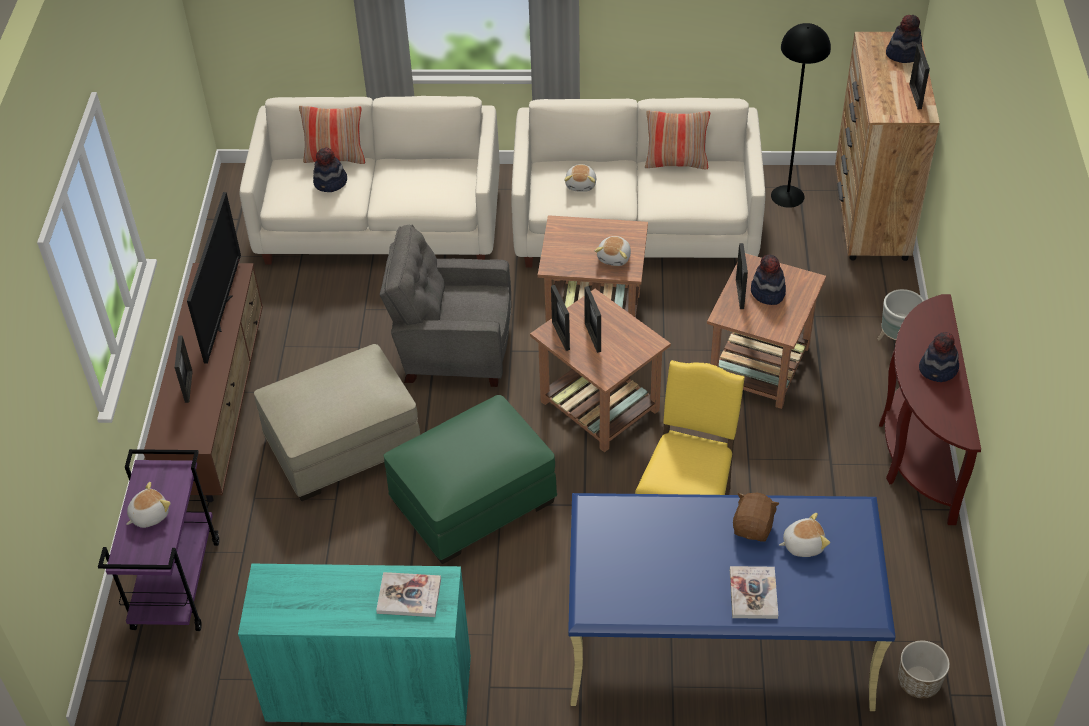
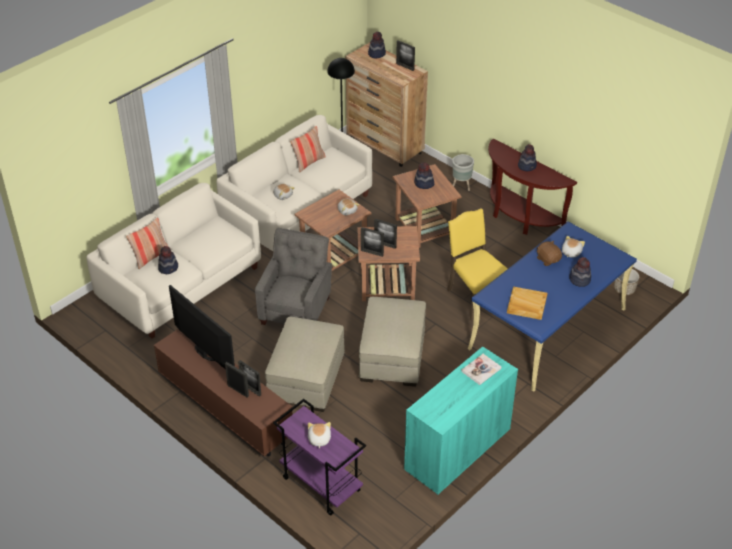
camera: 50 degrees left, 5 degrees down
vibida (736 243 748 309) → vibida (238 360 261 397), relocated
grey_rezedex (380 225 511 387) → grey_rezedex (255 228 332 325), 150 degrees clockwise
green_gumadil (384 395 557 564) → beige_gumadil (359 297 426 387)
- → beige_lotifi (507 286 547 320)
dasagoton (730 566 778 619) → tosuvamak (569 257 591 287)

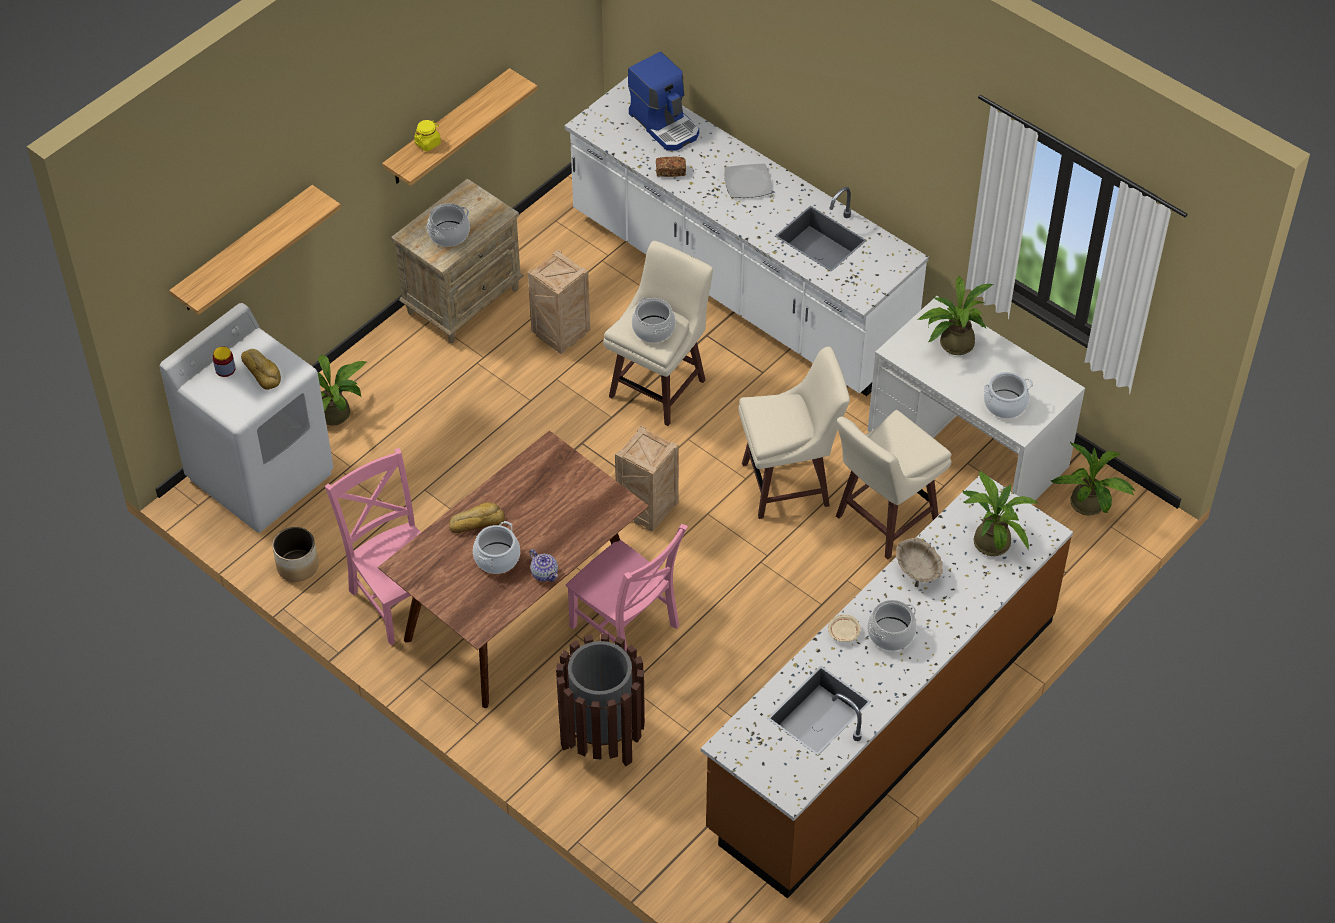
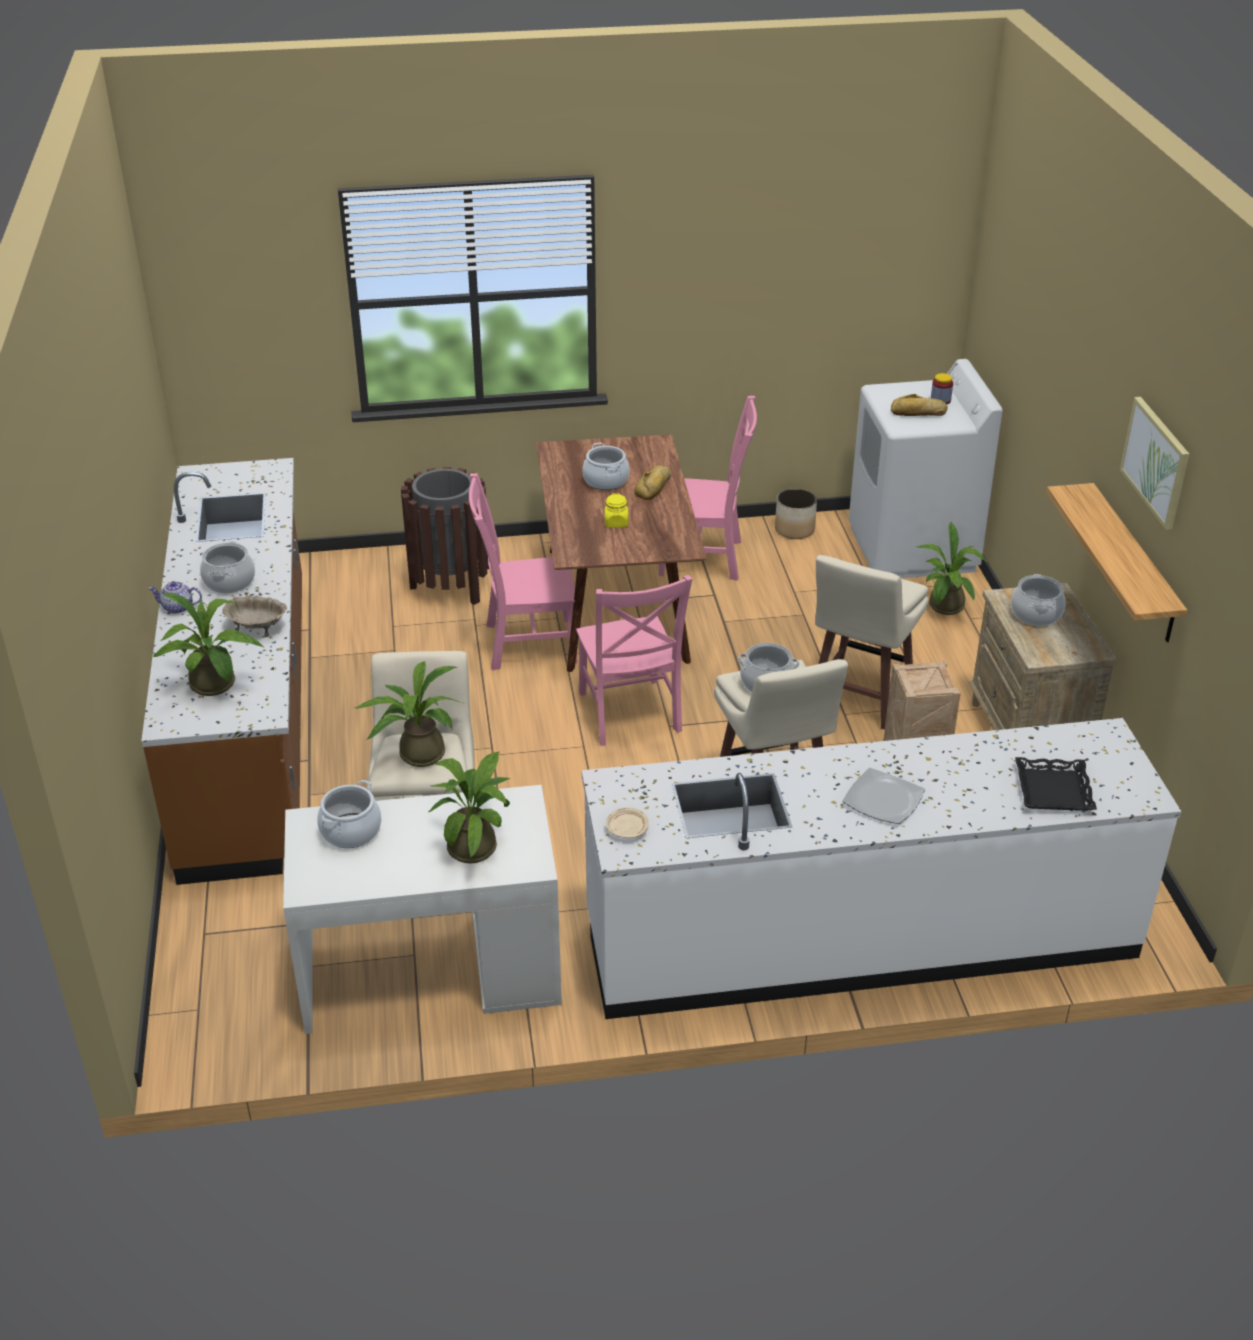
camera: 130 degrees right, 15 degrees down
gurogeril (529 549 558 582) → gurogeril (148 581 202 614), relocated
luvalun (1050 442 1136 516) → luvalun (355 661 462 767), relocated
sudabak (615 425 679 532) → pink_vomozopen (576 575 692 746)
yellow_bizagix (414 120 441 151) → yellow_bizagix (605 493 628 527), relocated
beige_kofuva (828 615 861 642) → beige_kofuva (606 808 649 838), relocated
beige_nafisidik (739 347 850 519) → beige_nafisidik (815 555 929 730), relocated
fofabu (628 52 699 151) → black_lotifi (1015 757 1097 811)
- → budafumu (1120 397 1189 530)
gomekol (169 185 341 315) → -
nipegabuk (656 156 686 177) → -

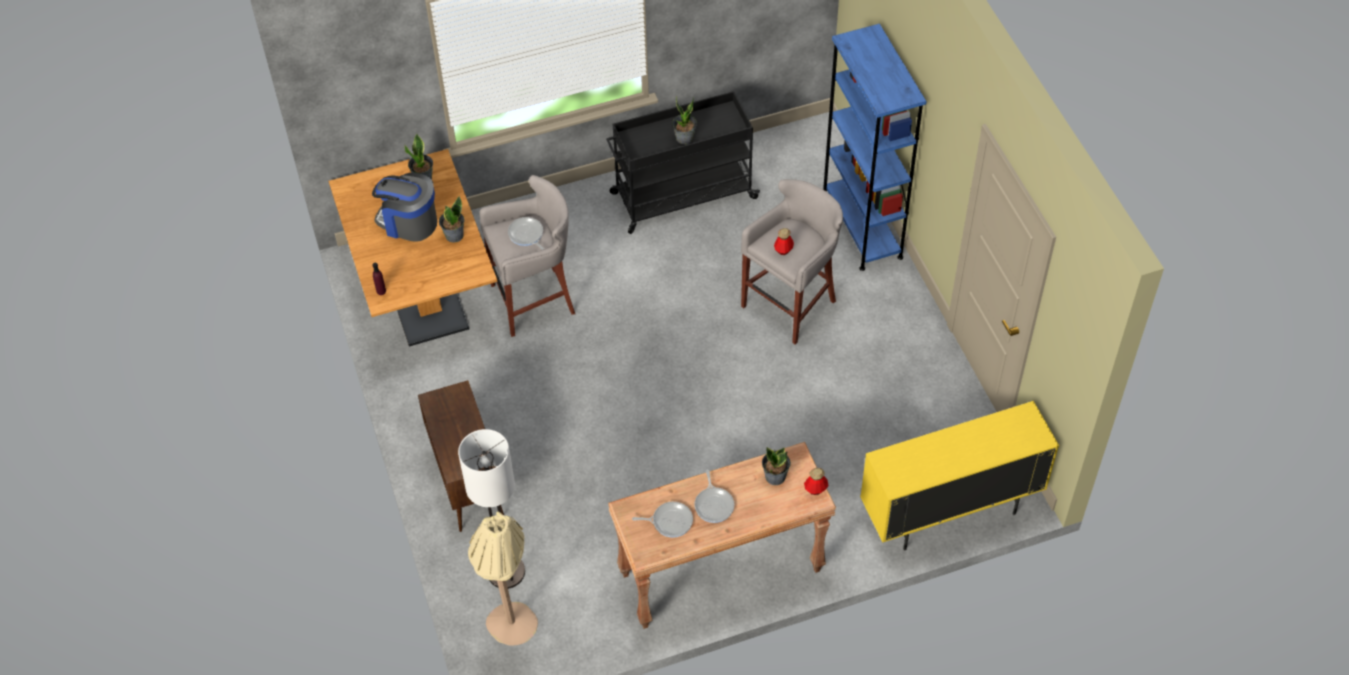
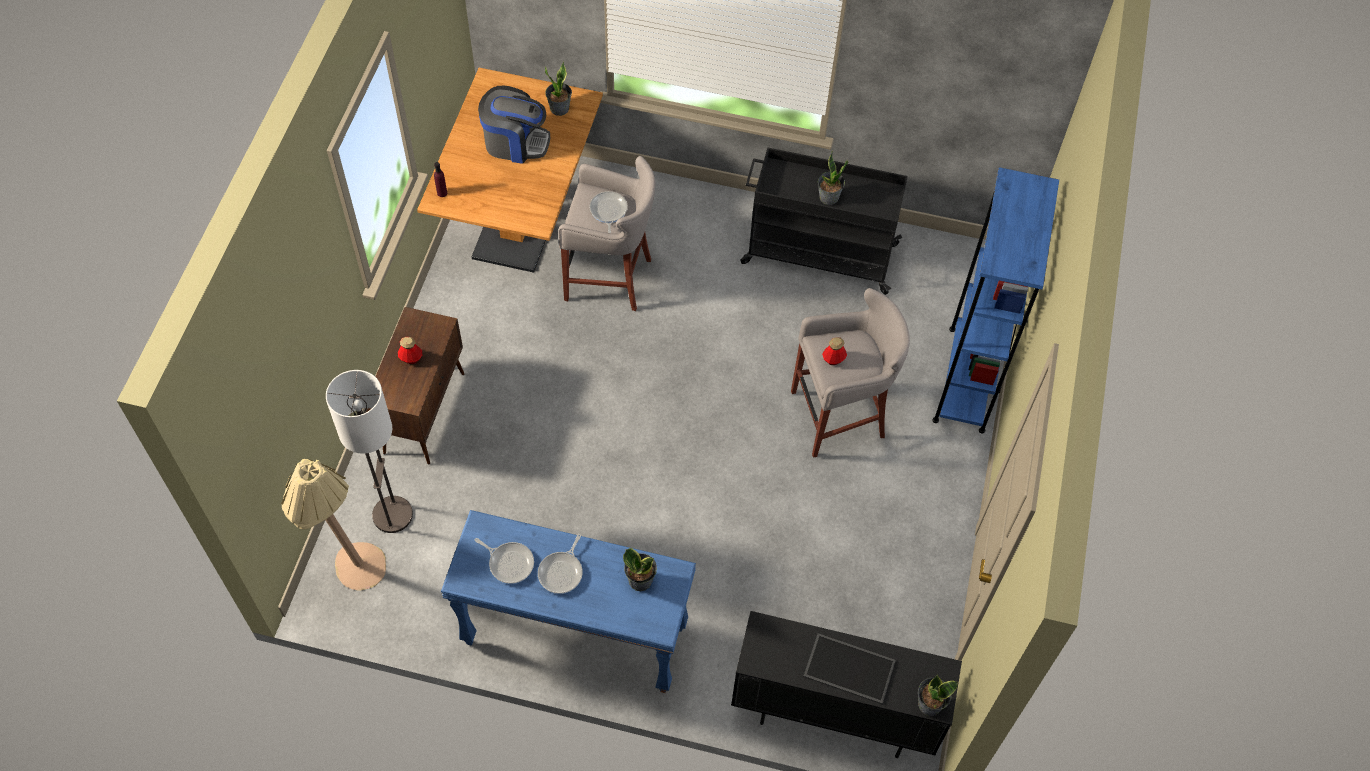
camera: 30 degrees right, 5 degrees up
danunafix (804 468 829 495) → danunafix (398 337 422 364), relocated
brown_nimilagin (608 442 836 629) → blue_nimilagin (441 510 696 693)
fofabu (372 173 437 242) → fofabu (478 86 550 164), 135 degrees clockwise
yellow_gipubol (860 401 1059 550) → black_gipubol (731 611 962 758)
- → lotifi (803 633 896 704)
luvalun (439 196 464 243) → luvalun (918 675 958 716), relocated

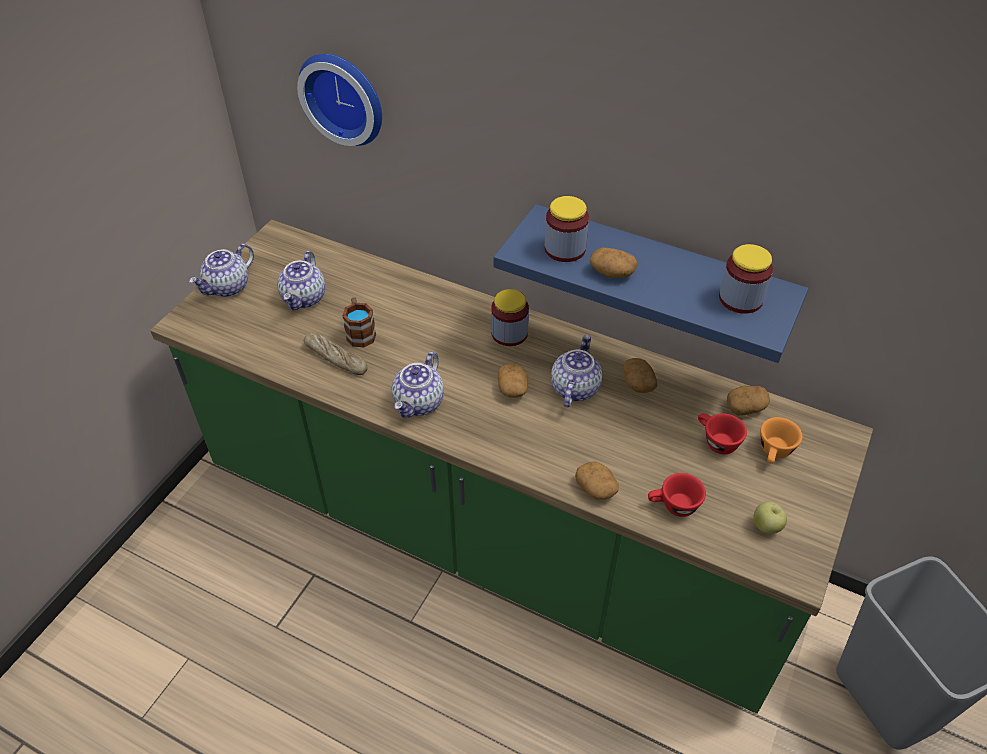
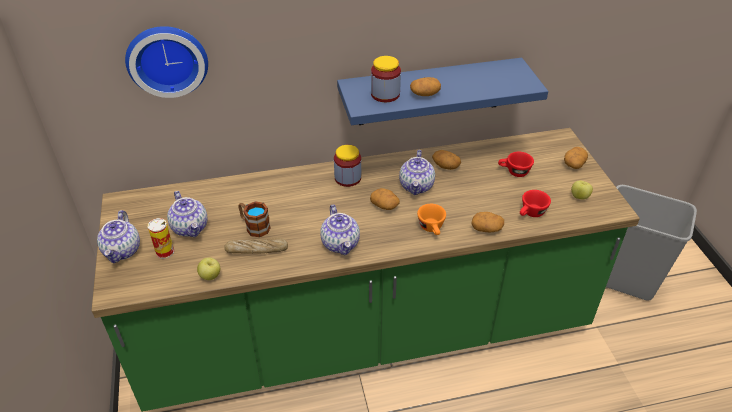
camera: 40 degrees left, 5 degrees down
- → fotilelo (148 218 174 259)
- → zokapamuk (197 258 220 280)
gurogeril (551 335 602 407) → gurogeril (399 150 435 195), 150 degrees counterclockwise
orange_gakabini (760 417 803 464) → orange_gakabini (417 204 446 235), relocated
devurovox (727 386 770 416) → devurovox (564 147 588 169), relocated
bizagix (719 244 773 314) → -

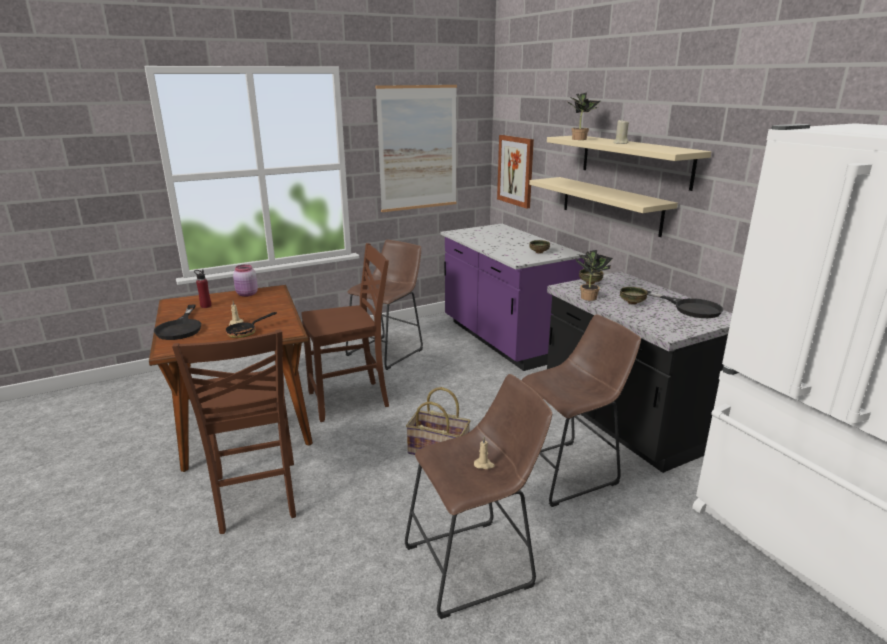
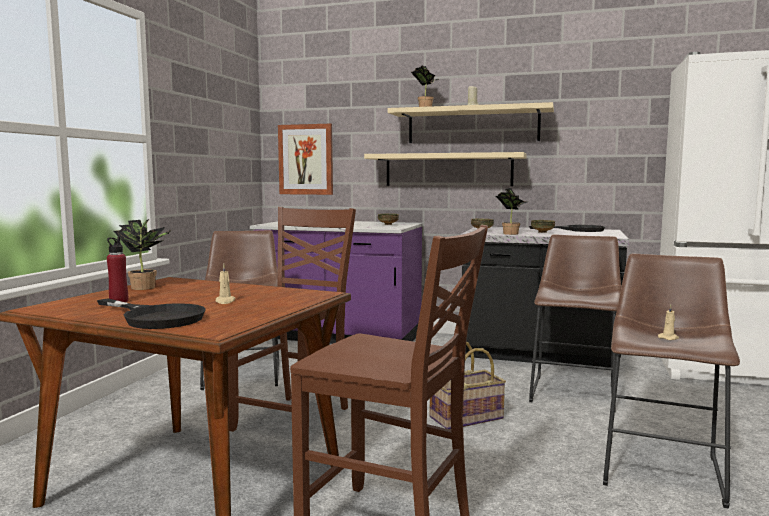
camera: 45 degrees left, 15 degrees down
pink_bizagix (233 264 258 297) → luvalun (114 219 172 290)
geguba (226 312 277 338) → -
budafumu (375 85 457 212) → -

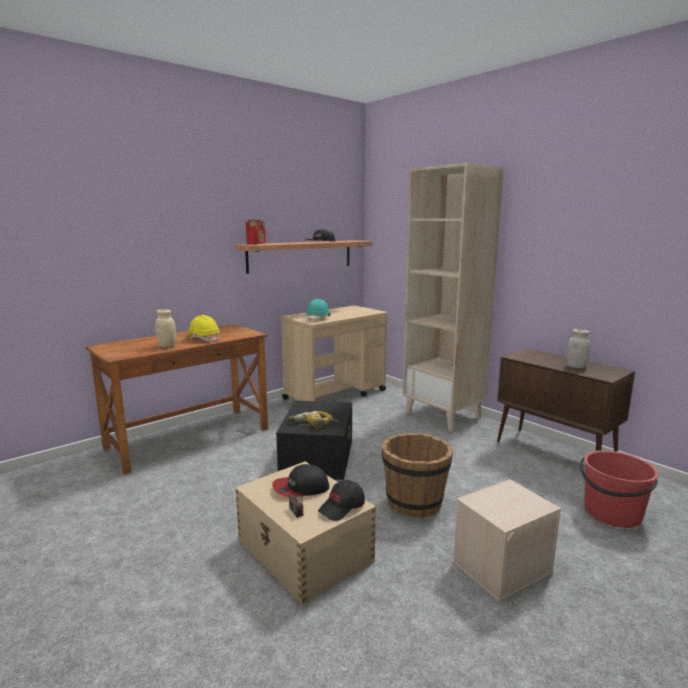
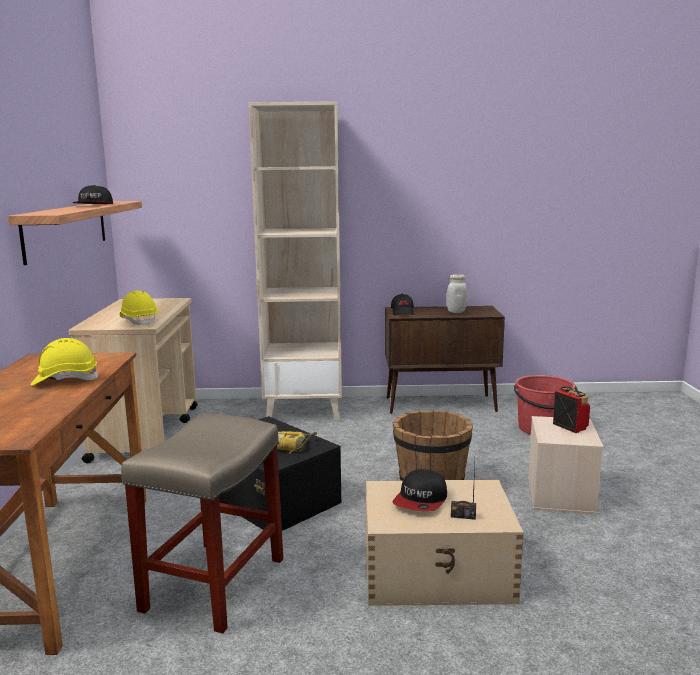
camera: 50 degrees left, 0 degrees up
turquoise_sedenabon (306 299 331 322) → yellow_sedenabon (120 291 158 326)
- → beige_nafisidik (121 414 283 633)
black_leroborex (318 480 365 521) → black_leroborex (391 294 414 316), relocated
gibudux (246 219 266 245) → gibudux (553 386 590 433), relocated
beige_bizagix (155 309 176 348) → -

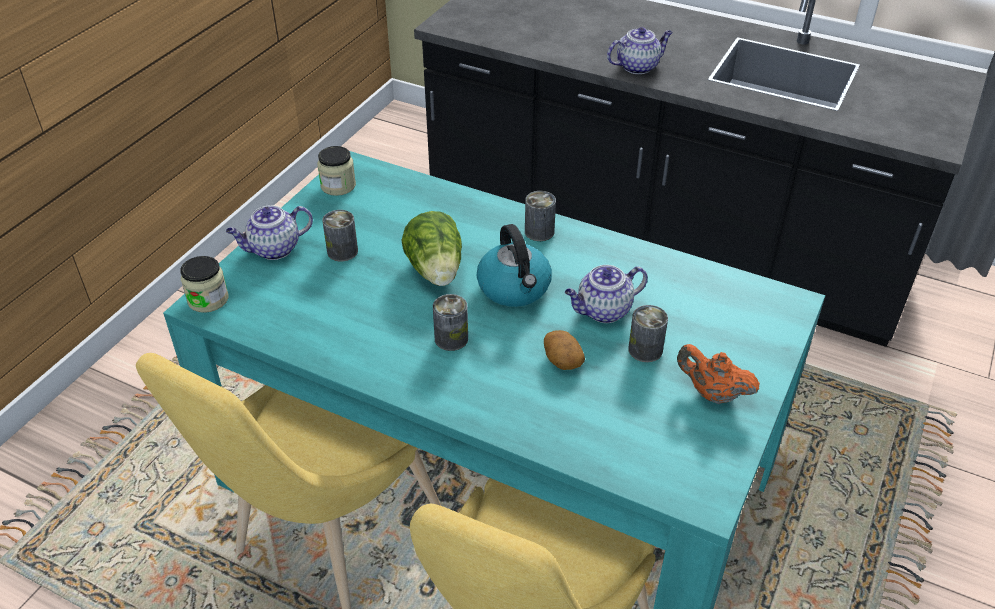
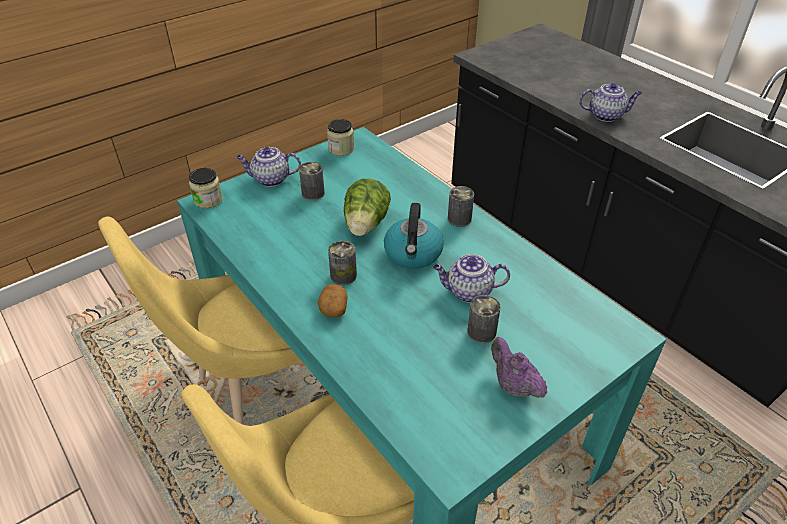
camera: 25 degrees right, 0 degrees up
devurovox (544 330 585 370) → devurovox (318 284 348 317), relocated
orange_gurogeril (677 344 760 404) → purple_gurogeril (491 337 547 398)

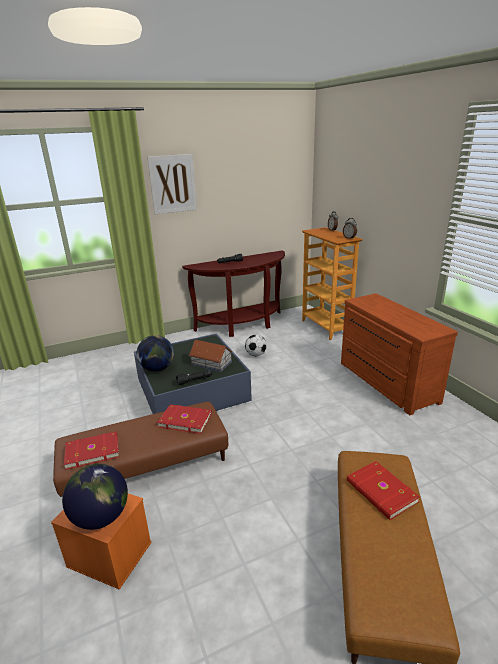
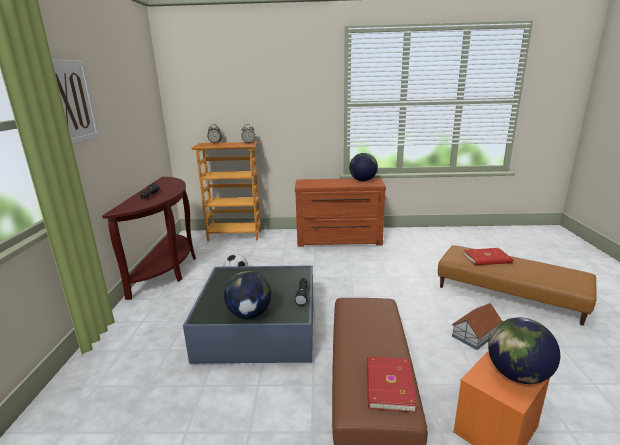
camera: 65 degrees left, 5 degrees down
- → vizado (349 153 378 181)
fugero (189 340 232 372) → fugero (452 303 503 350), relocated
red_dasagoton (157 404 212 434) → -

